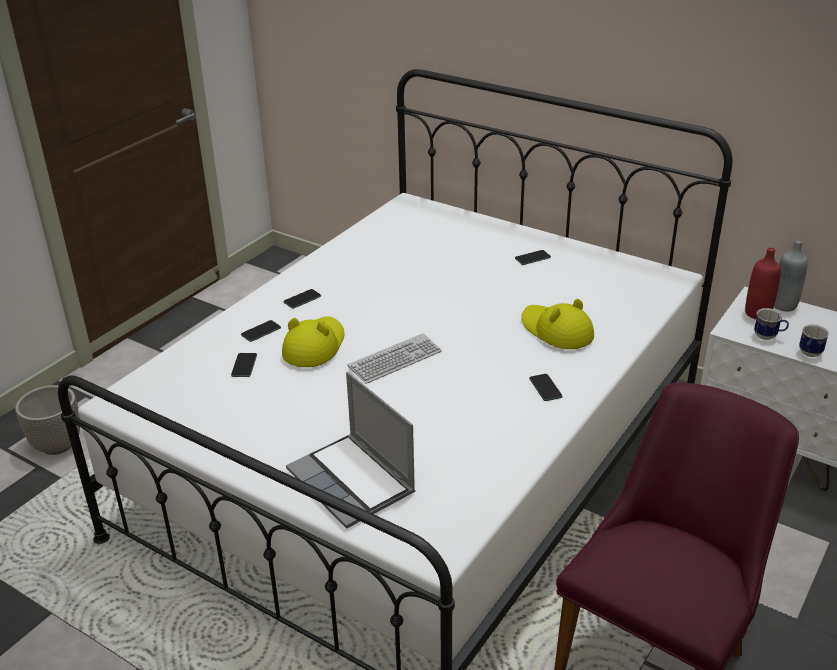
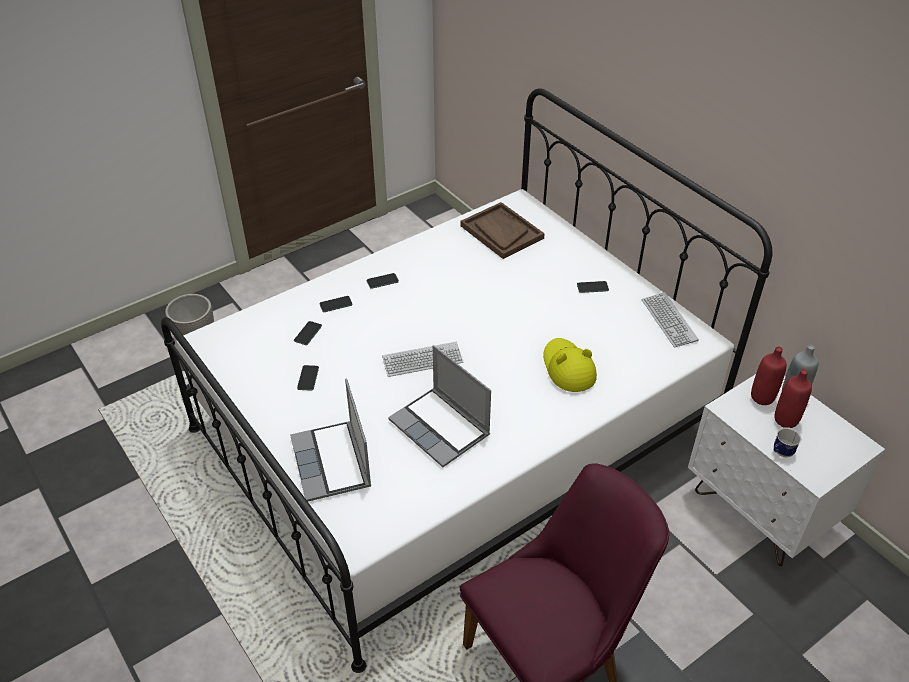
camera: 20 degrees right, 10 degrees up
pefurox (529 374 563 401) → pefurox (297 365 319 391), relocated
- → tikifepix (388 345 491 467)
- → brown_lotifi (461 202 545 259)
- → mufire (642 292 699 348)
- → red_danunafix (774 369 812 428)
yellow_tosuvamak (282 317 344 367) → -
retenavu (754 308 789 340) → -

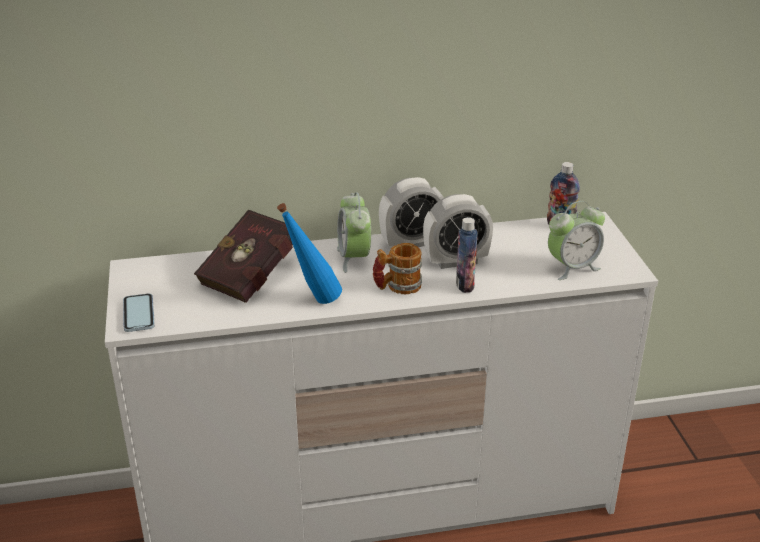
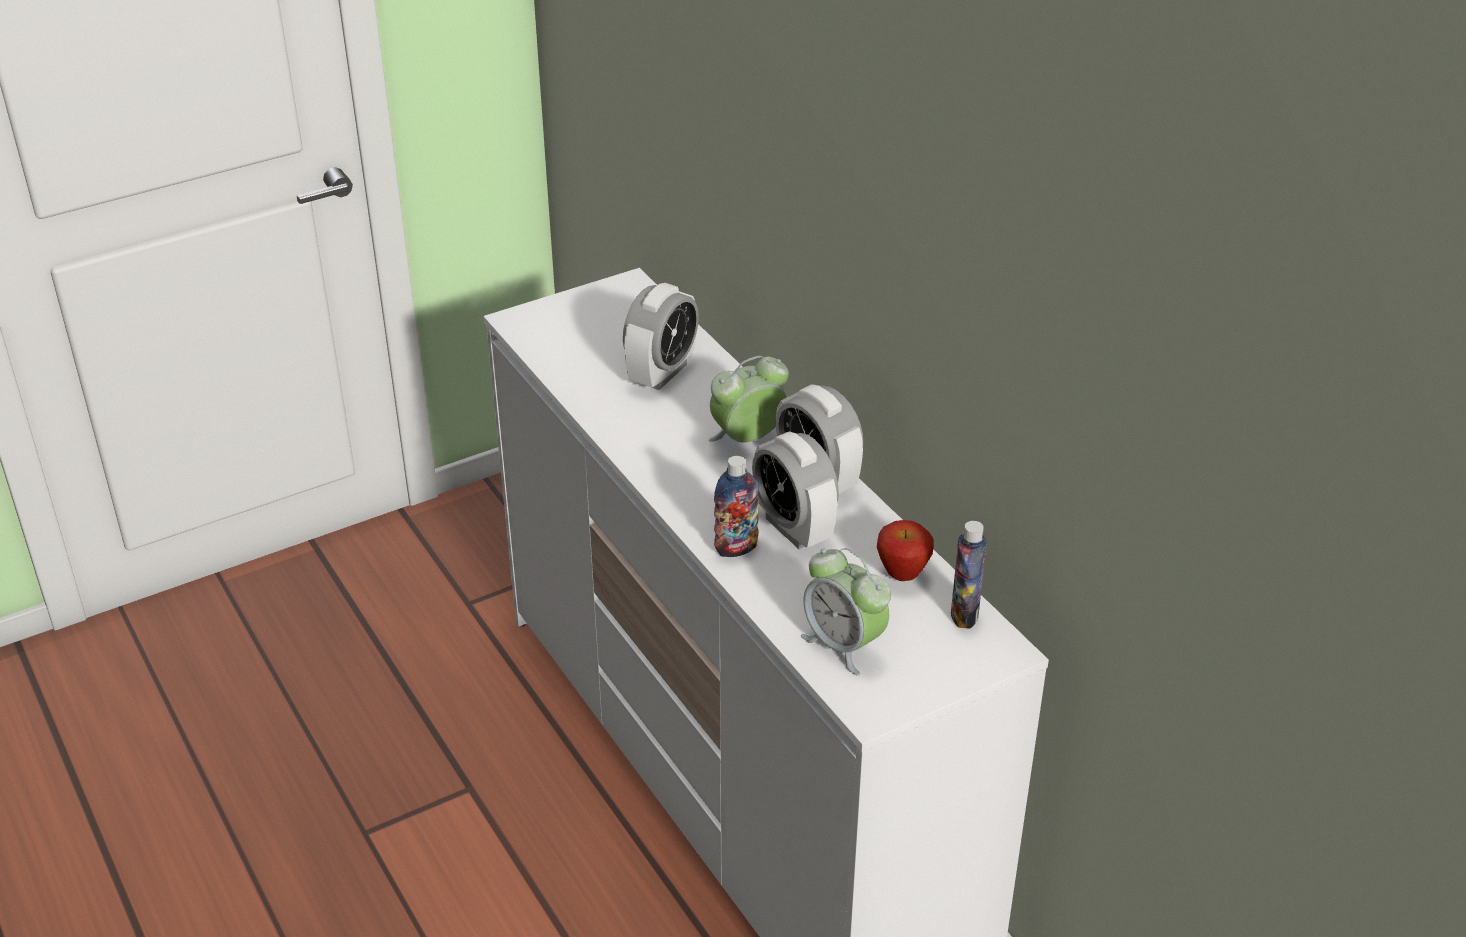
camera: 70 degrees right, 5 degrees up
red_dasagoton (194 209 293 303) → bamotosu (623 283 699 390)
- → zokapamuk (877 520 934 581)
pefurox (123 293 155 332) → -
blue_danunafix (277 203 342 304) → -
retenavu (373 243 422 294) → -

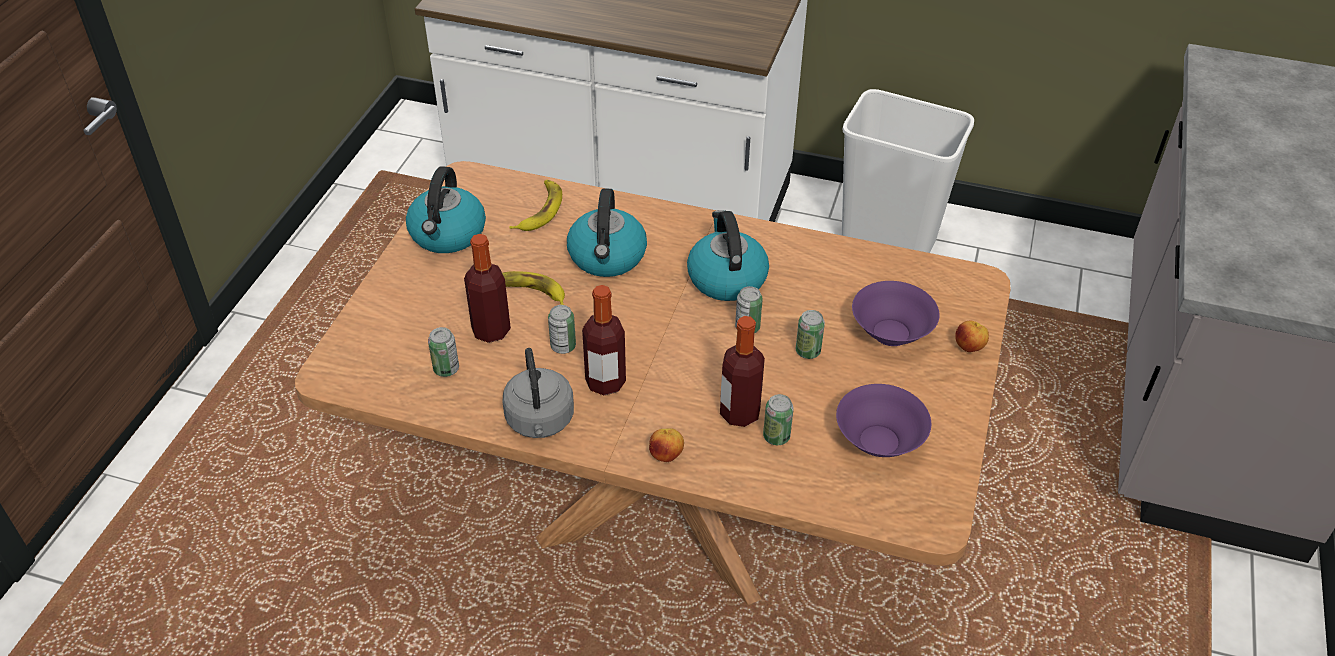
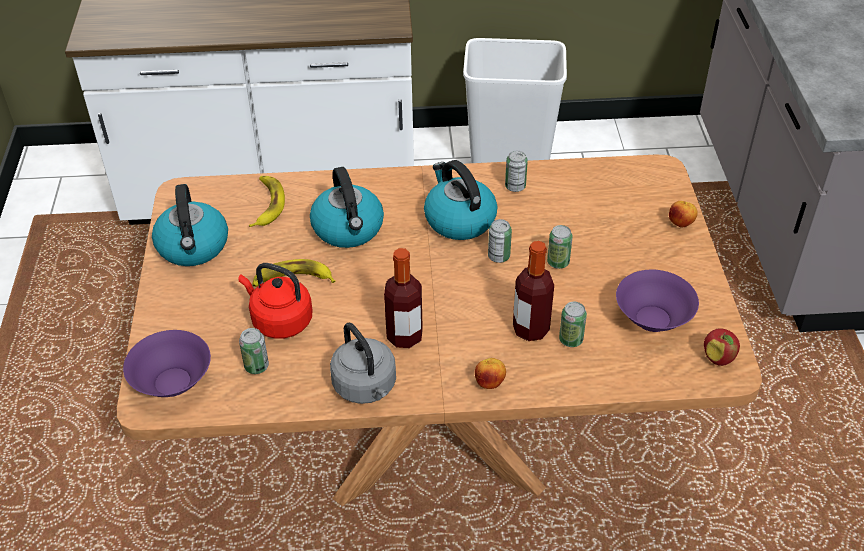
camera: 20 degrees left, 0 degrees up
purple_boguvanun (852 281 940 346) → purple_boguvanun (123 330 211 397), relocated
danunafix (464 234 511 343) → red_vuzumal (239 263 313 339)
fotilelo (548 305 576 354) → fotilelo (505 151 528 192), relocated
- → zokapamuk (704 328 740 366)

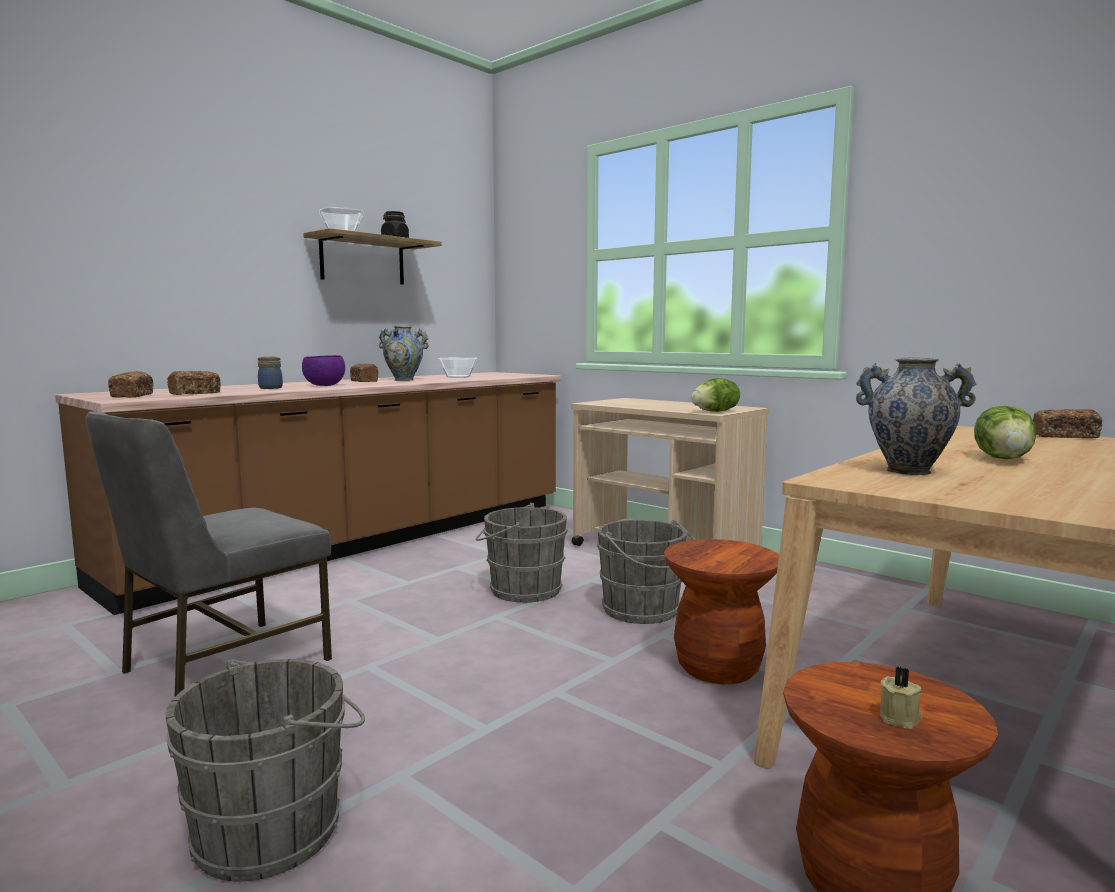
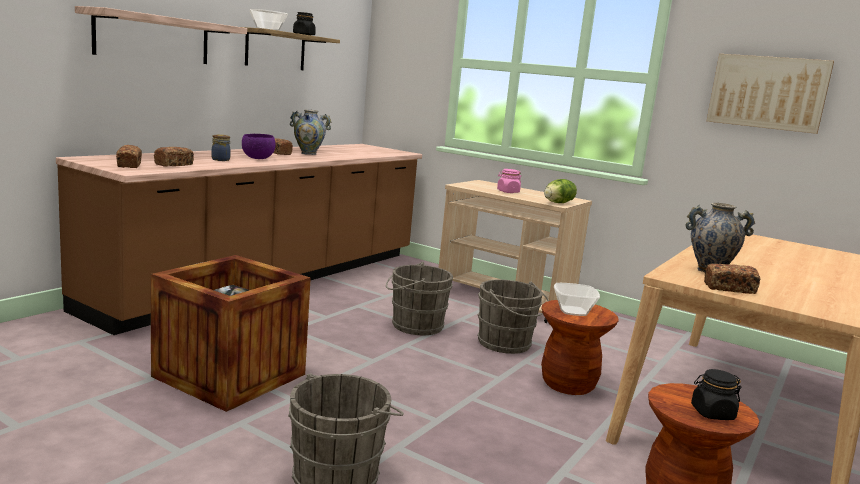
camera: 10 degrees left, 5 degrees up
- → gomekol (75 6 247 64)
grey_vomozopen (85 411 332 696) → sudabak (151 255 311 412)
- → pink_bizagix (497 169 521 193)
boguvanun (438 357 477 378) → boguvanun (554 283 600 316), relocated
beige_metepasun (880 667 922 729) → black_bizagix (691 369 742 420)
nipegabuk (1033 409 1102 438) → nipegabuk (704 264 760 294), relocated
- → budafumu (707 54 834 134)
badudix (974 406 1036 459) → -

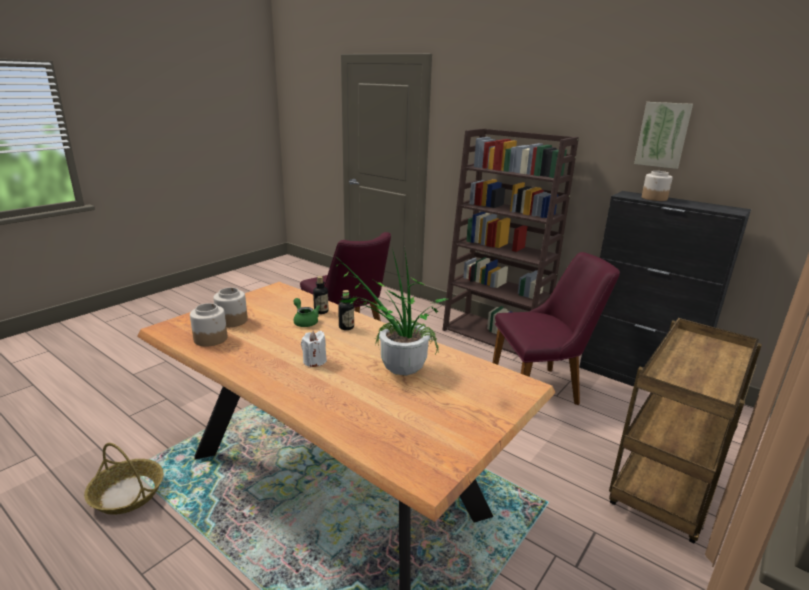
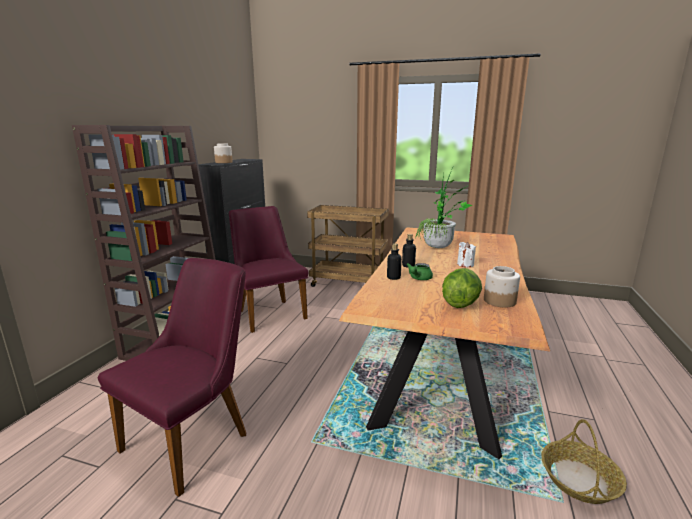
camera: 110 degrees left, 5 degrees down
bizagix (213 287 248 327) → badudix (442 268 482 308)
budafumu (634 102 693 169) → -

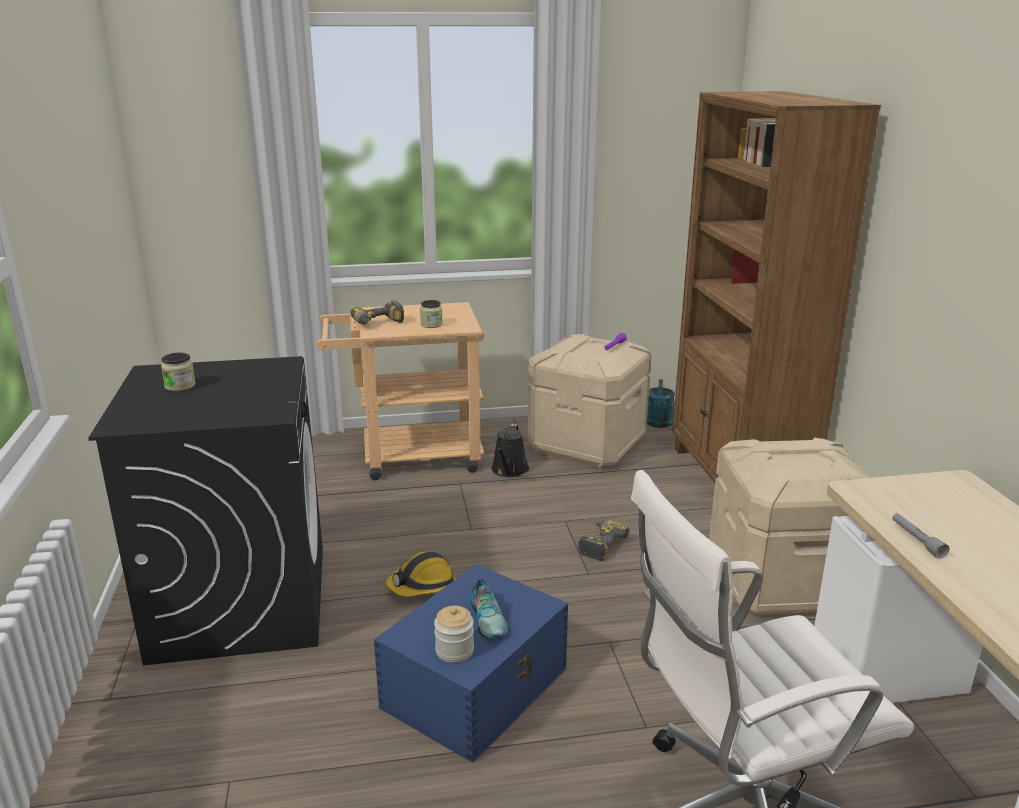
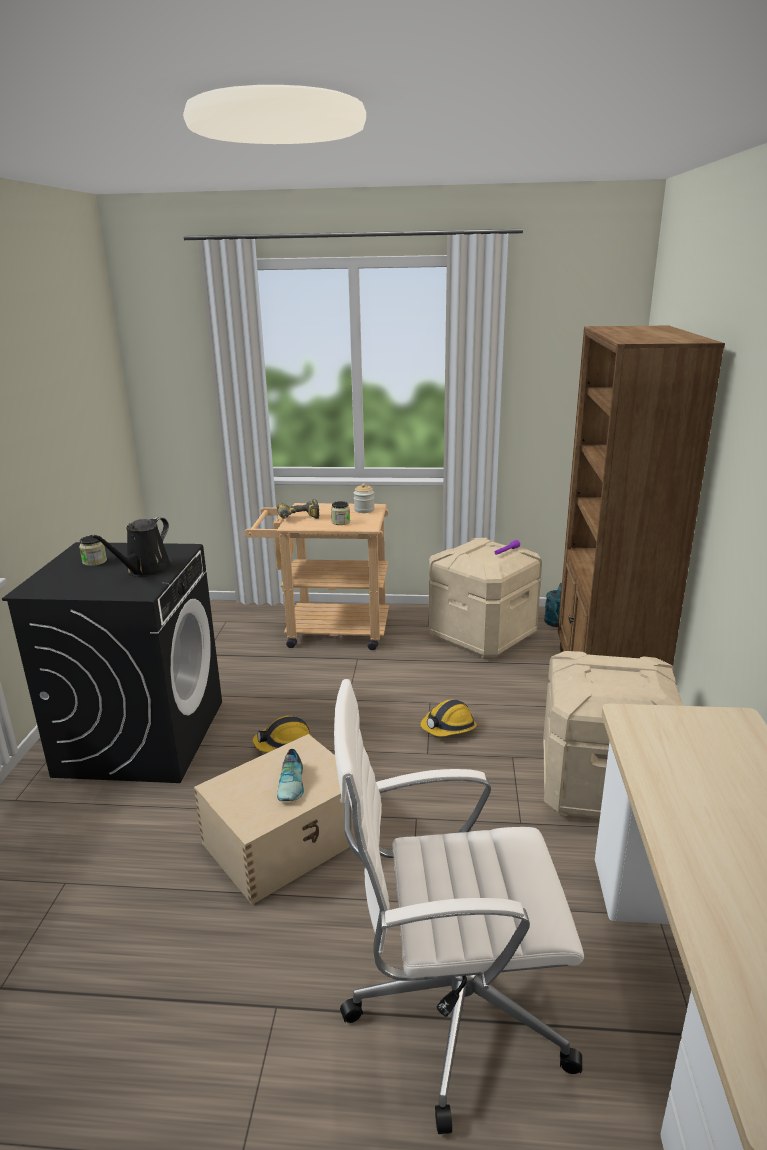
camera: 15 degrees right, 0 degrees up
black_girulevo (491 424 529 477) → black_girulevo (91 517 172 577), relocated
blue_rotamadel (374 564 568 763) → beige_rotamadel (194 734 357 905)
bizagix (434 606 474 663) → bizagix (354 483 374 513), relocated
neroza (578 520 630 561) → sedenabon (420 699 477 737)
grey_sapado (892 513 949 559) → -

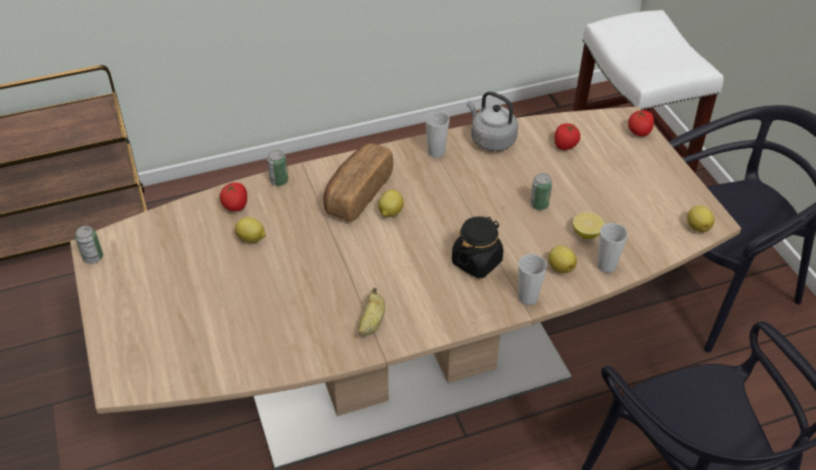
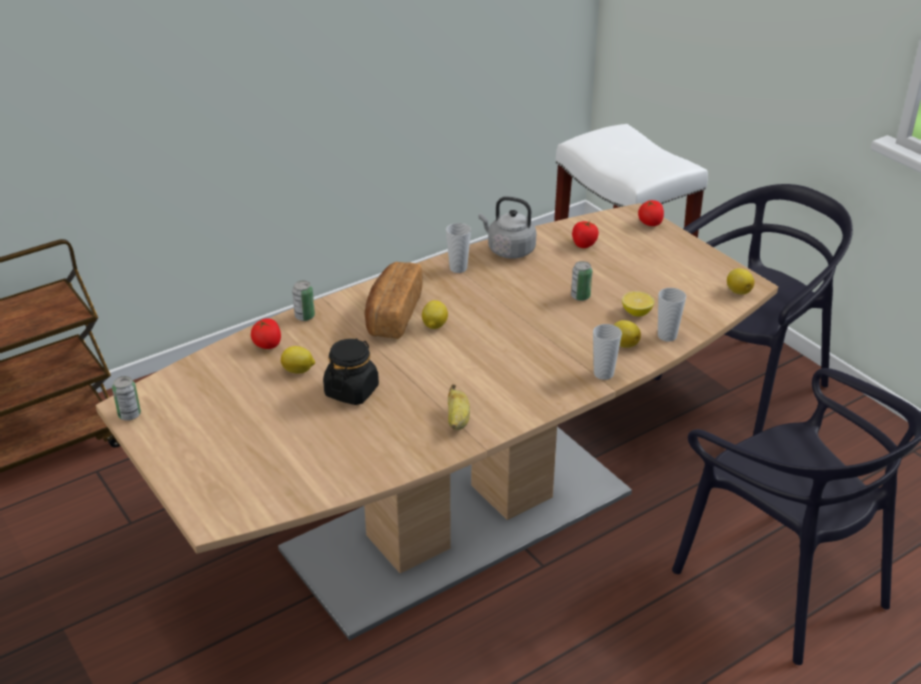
camera: 15 degrees left, 10 degrees down
black_bizagix (452 216 503 278) → black_bizagix (323 338 379 405), relocated

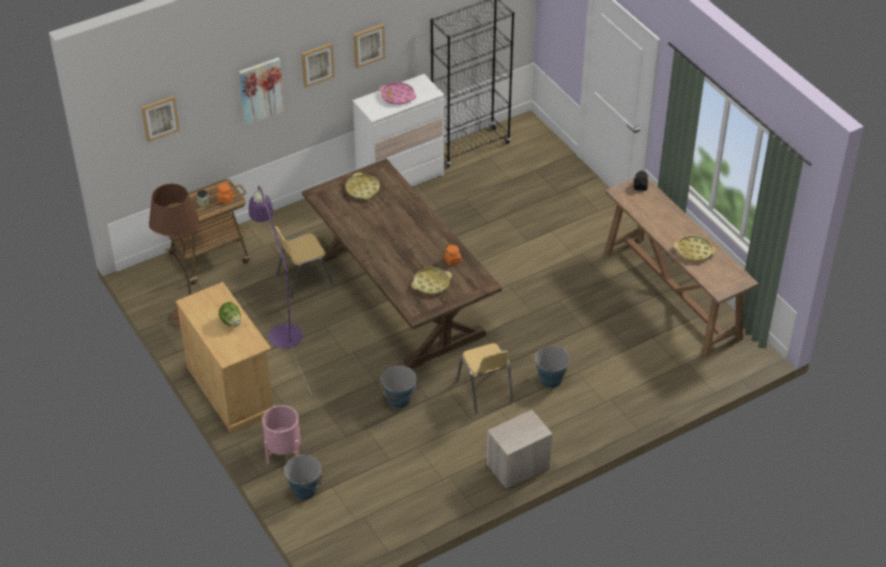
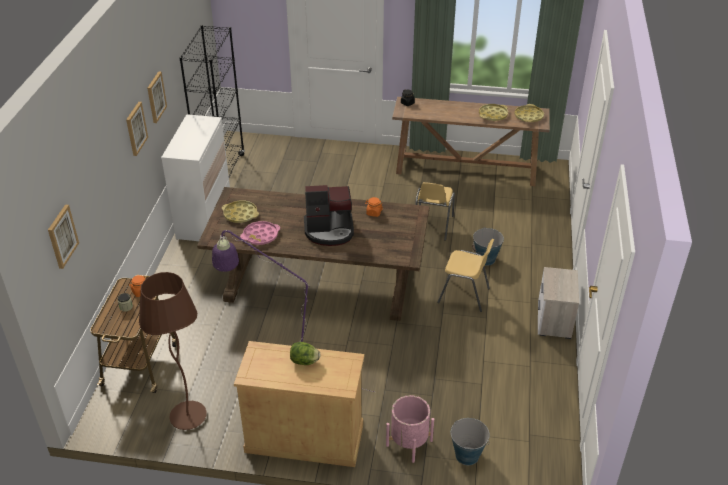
camera: 50 degrees left, 5 degrees down
pink_lotifi (379 82 416 105) → pink_lotifi (240 221 280 245), relocated
- → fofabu (304 185 354 246)
yellow_vomozopen (275 226 334 299) → yellow_vomozopen (415 182 455 241), relocated
yellow_lotifi (411 267 452 295) → yellow_lotifi (514 104 544 122), relocated
budafumu (239 58 284 126) → -
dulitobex (380 366 416 409) → -

